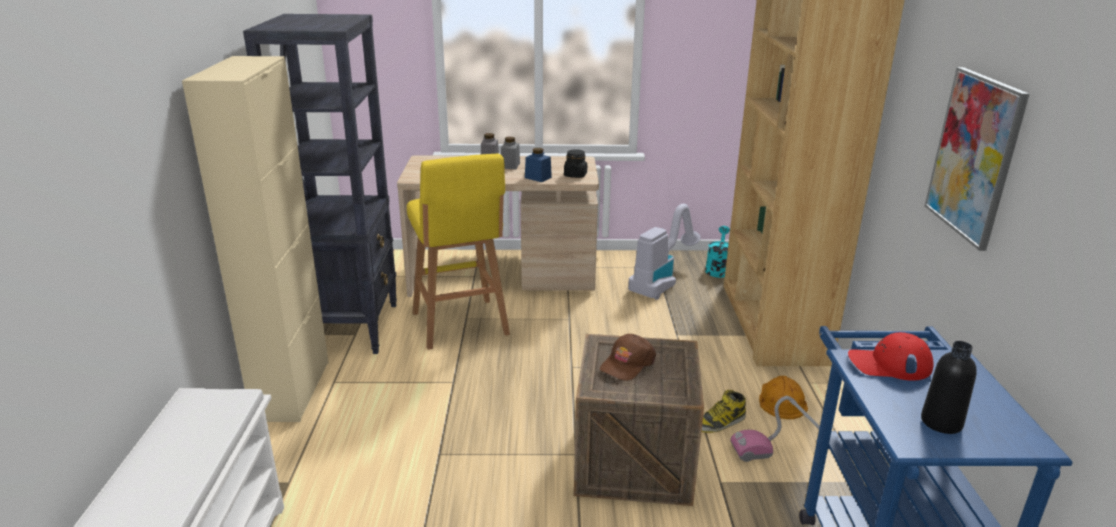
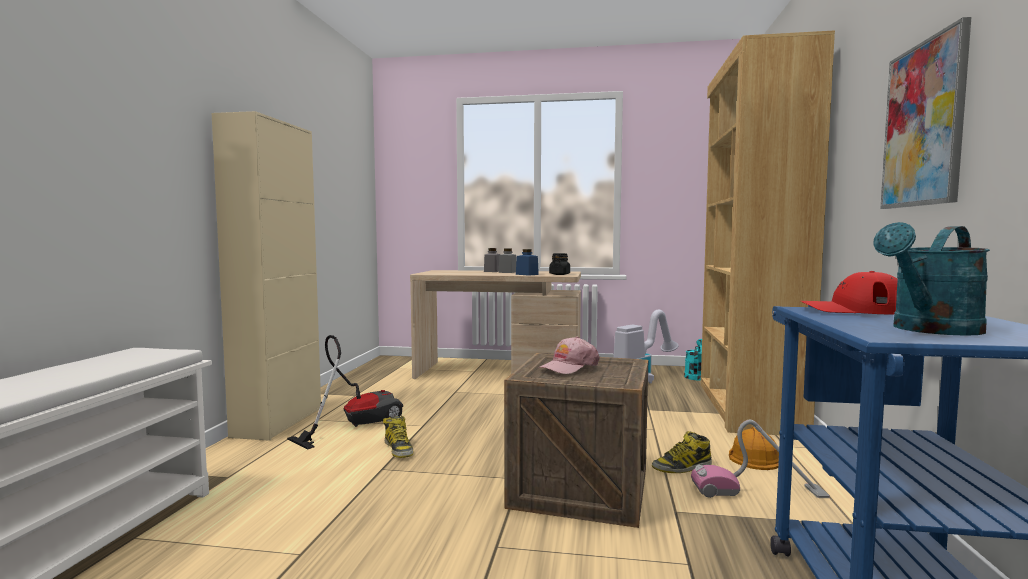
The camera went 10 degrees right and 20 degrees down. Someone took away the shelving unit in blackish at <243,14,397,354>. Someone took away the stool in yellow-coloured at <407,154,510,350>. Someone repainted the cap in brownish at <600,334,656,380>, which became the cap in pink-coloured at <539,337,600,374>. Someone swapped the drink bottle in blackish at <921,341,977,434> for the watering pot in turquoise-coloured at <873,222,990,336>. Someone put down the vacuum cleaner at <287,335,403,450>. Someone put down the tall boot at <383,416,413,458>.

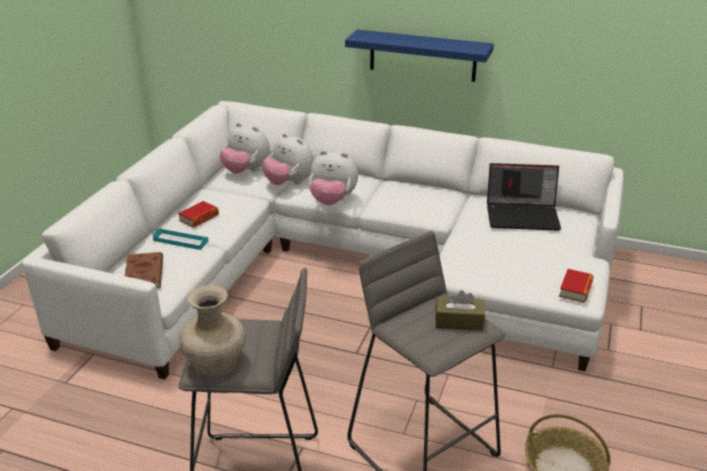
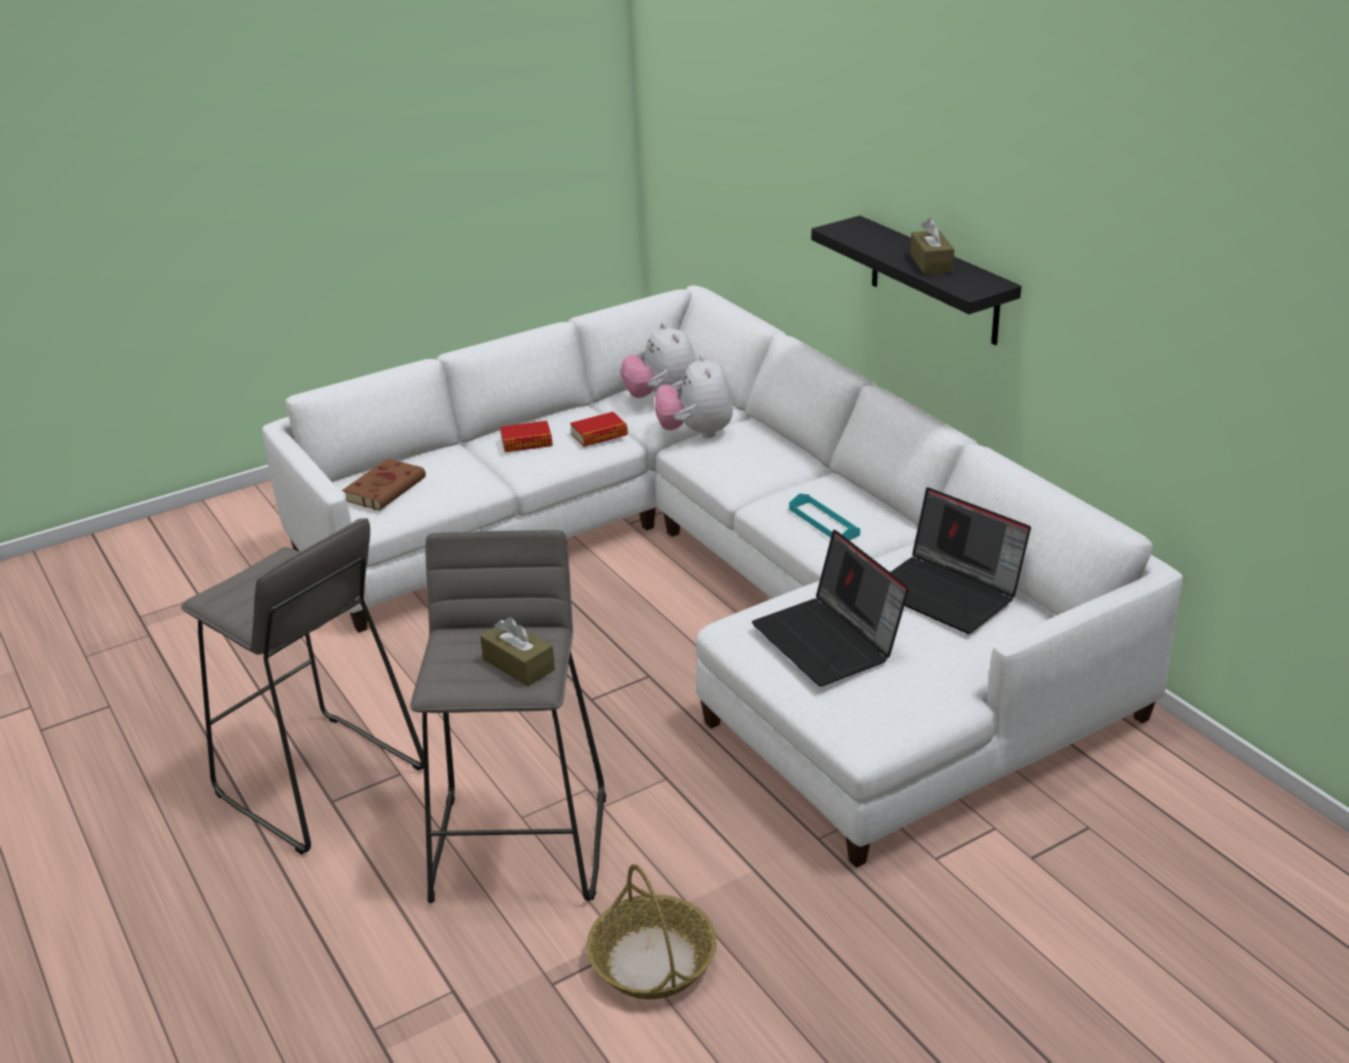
The camera went 40 degrees right and 0 degrees up. Someone repainted the shelf in bluish at <345,29,494,82>, which became the shelf in blackish at <811,216,1021,345>. Someone took away the plush toy at <309,150,358,205>. Someone carried the tray in turquoise-coloured from <153,228,208,250> to <789,493,860,540>. Someone carried the volume from <559,269,594,303> to <570,412,628,447>. Someone took away the flower vase in beige at <179,285,246,377>. Someone put down the tissue box in brownish at <910,218,954,274>. Someone put down the notebook computer at <752,530,909,686>.

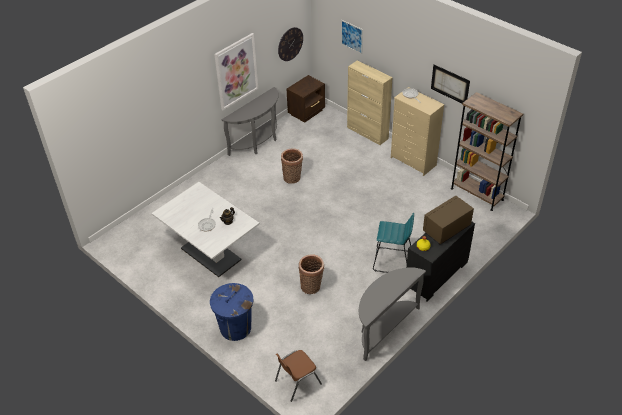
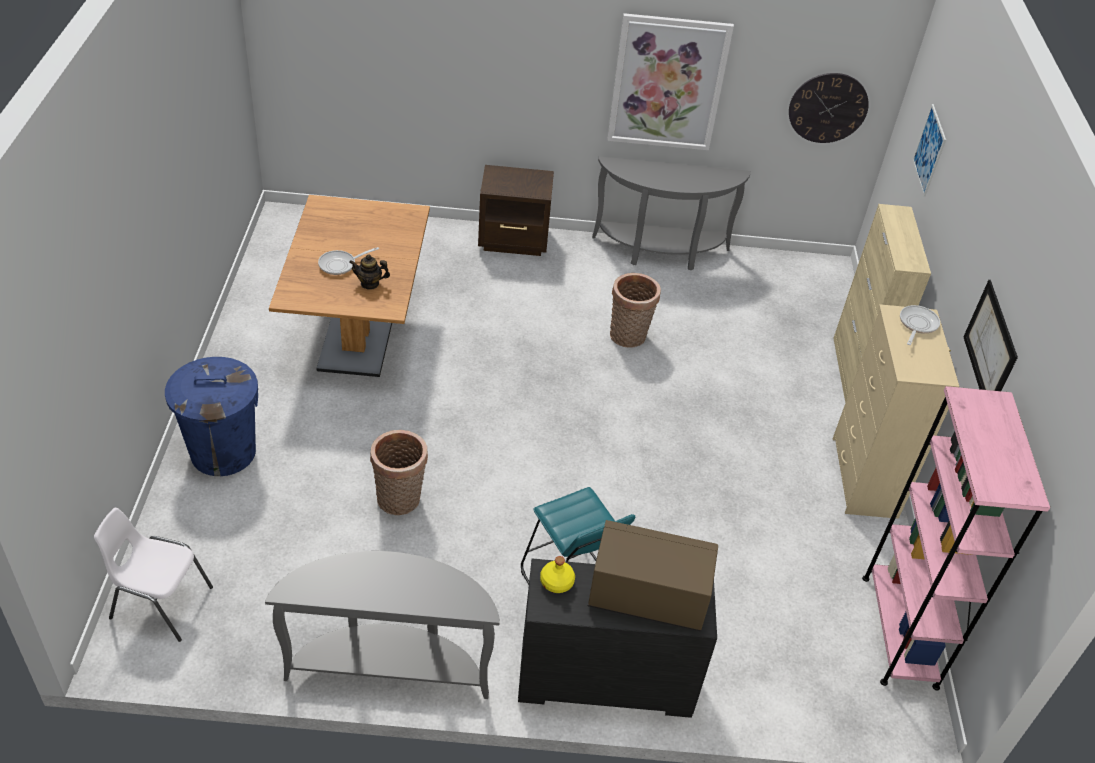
The camera went 45 degrees right and 0 degrees up. Someone carried the bedside table in brownish from <287,75,325,123> to <478,165,554,256>. Someone repainted the shelving unit in brownish at <451,92,523,211>, which became the shelving unit in pink-coloured at <862,386,1050,690>. Someone repainted the kitchen table in whitish at <151,182,260,277>, which became the kitchen table in brownish at <269,195,430,377>. Someone repainted the upright chair in brownish at <275,350,322,402>, which became the upright chair in whitish at <94,508,213,642>.

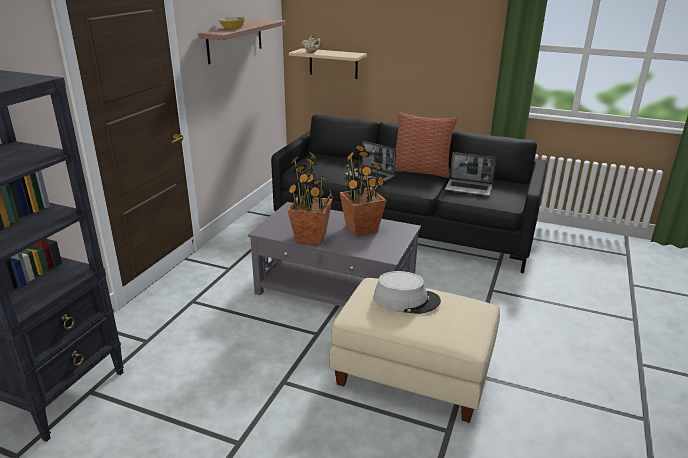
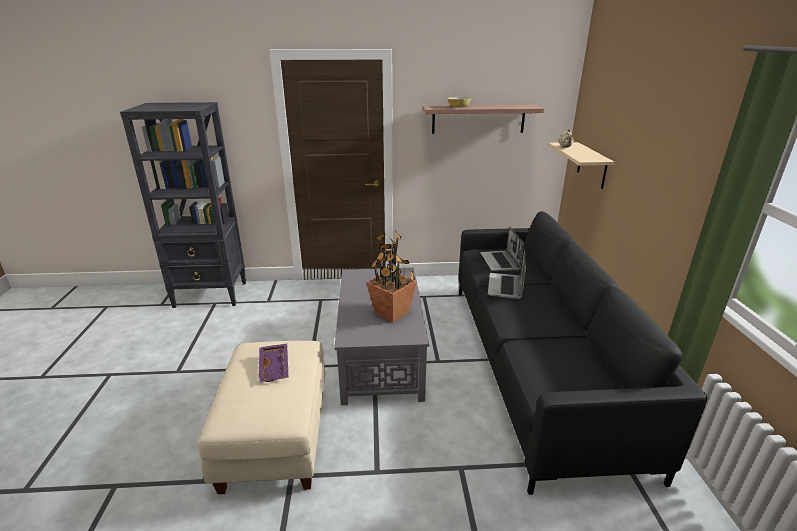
The camera went 65 degrees right and 0 degrees up. Someone took away the throw pillow at <395,112,457,178>. Someone took away the potted plant at <287,151,333,245>. Someone carried the notebook computer from <445,152,496,196> to <480,227,524,271>. Someone swapped the hat in grey at <373,271,441,314> for the tray in purple-coloured at <258,344,288,382>.

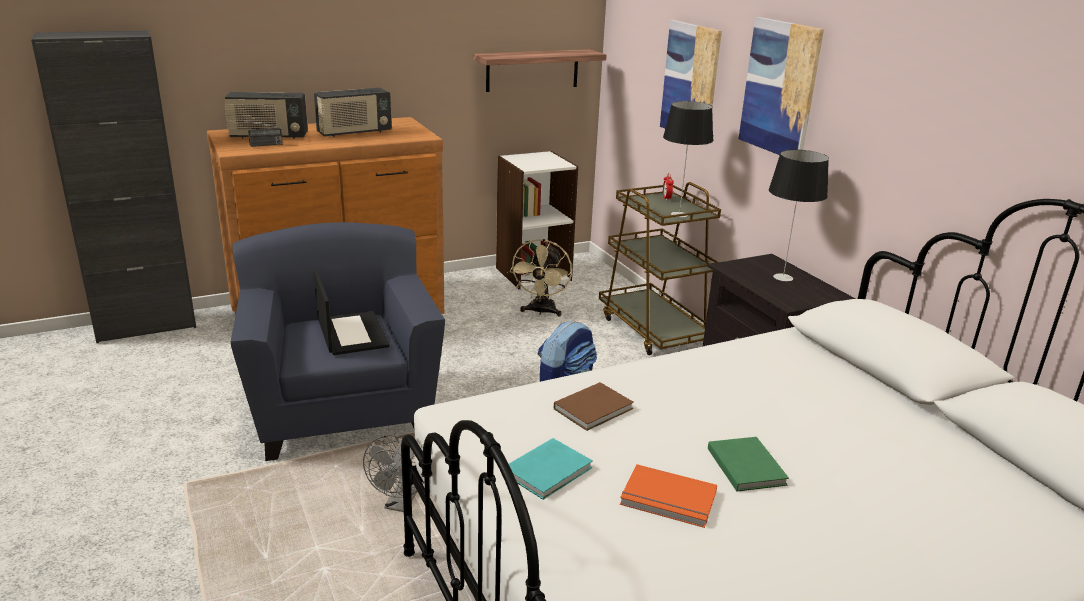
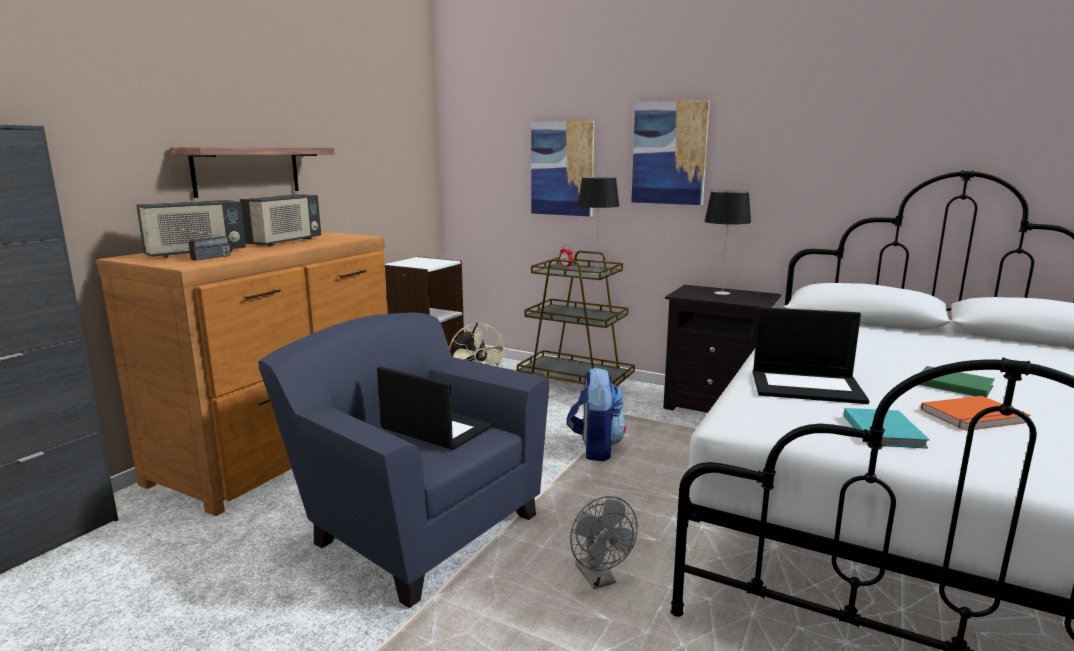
The camera went 35 degrees left and 10 degrees down. Someone carried the shelf from <473,49,607,92> to <169,147,334,198>. Someone swapped the volume in brownish at <554,382,634,431> for the notebook computer at <753,307,869,404>.

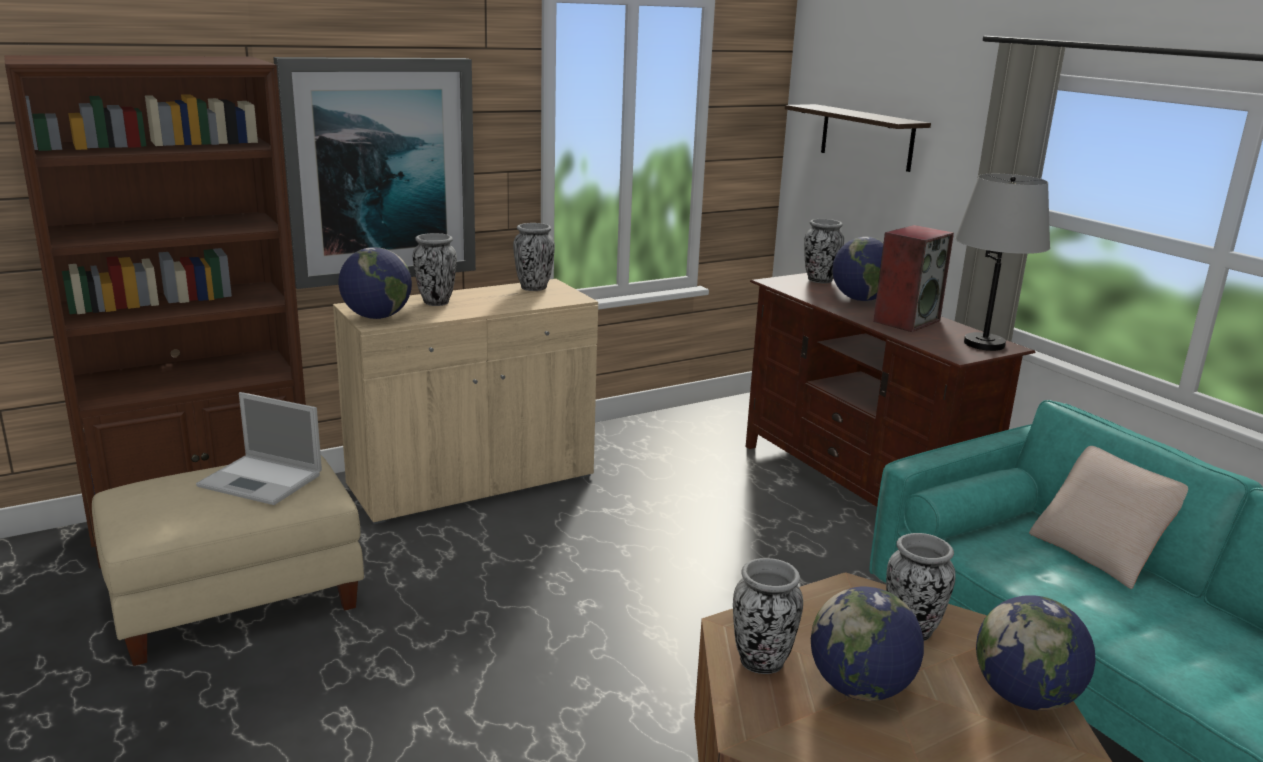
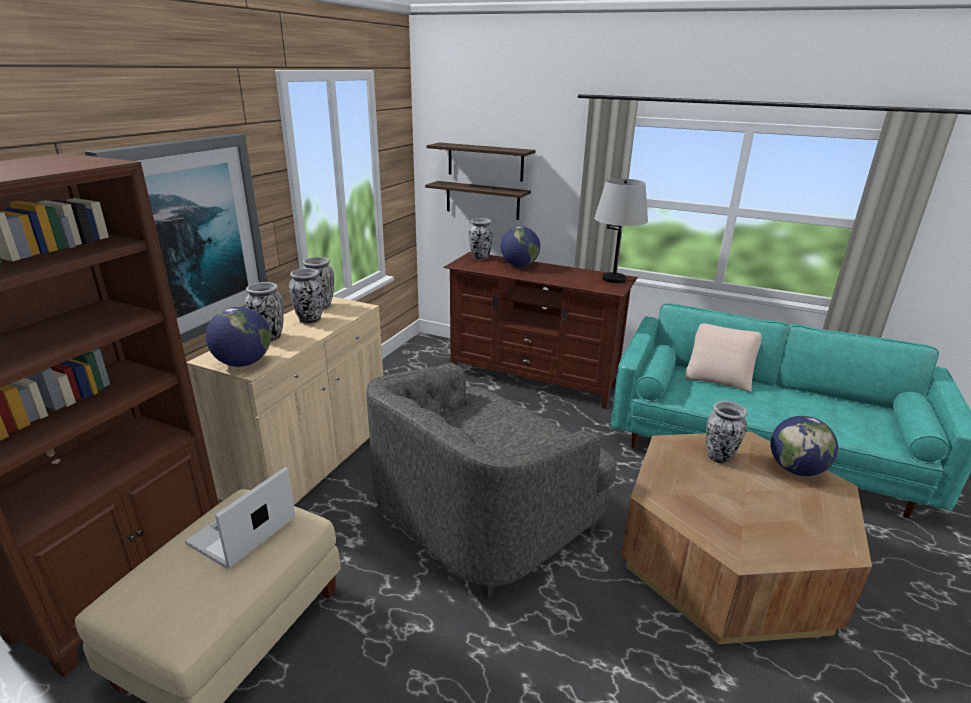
The camera went 35 degrees left and 5 degrees up. Someone took away the audio speaker at <873,225,954,332>. Someone rotated the notebook computer at <196,392,322,505> by 135 degrees clockwise. Someone carried the flower vase from <733,558,803,674> to <289,268,324,324>. Someone took away the world globe at <811,587,924,701>. Someone put up the shelf at <425,181,531,220>. Someone put down the lounge chair in grey at <366,362,617,599>.

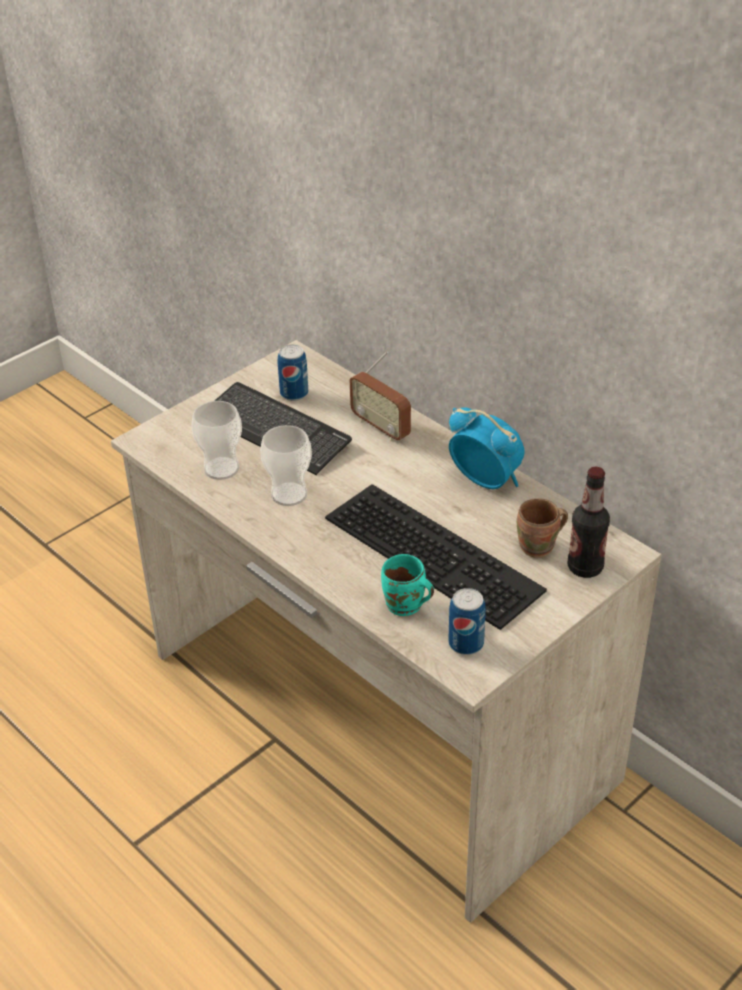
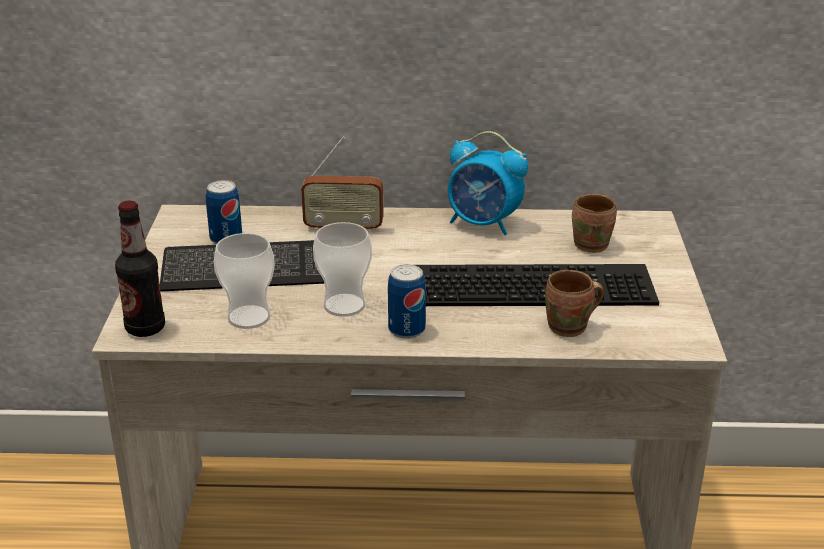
The camera went 45 degrees left and 10 degrees down. Someone rotated the table clock at <449,408,525,489> by 150 degrees counterclockwise. Someone carried the drink bottle from <568,467,610,578> to <115,201,165,337>. Someone repainted the tea mug in turquoise-coloured at <381,554,434,616>, which became the tea mug in brownish at <545,270,604,337>. Someone carried the sealed can from <448,588,486,655> to <388,264,426,339>.

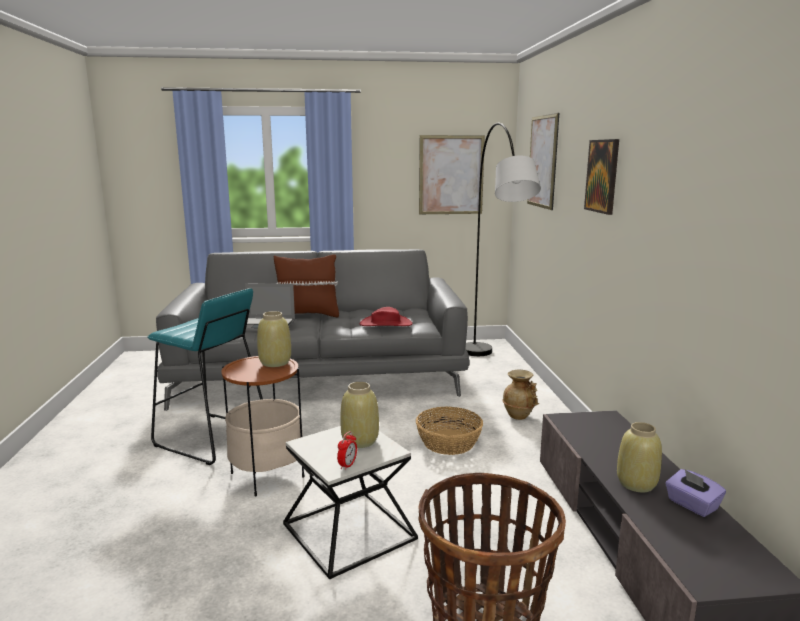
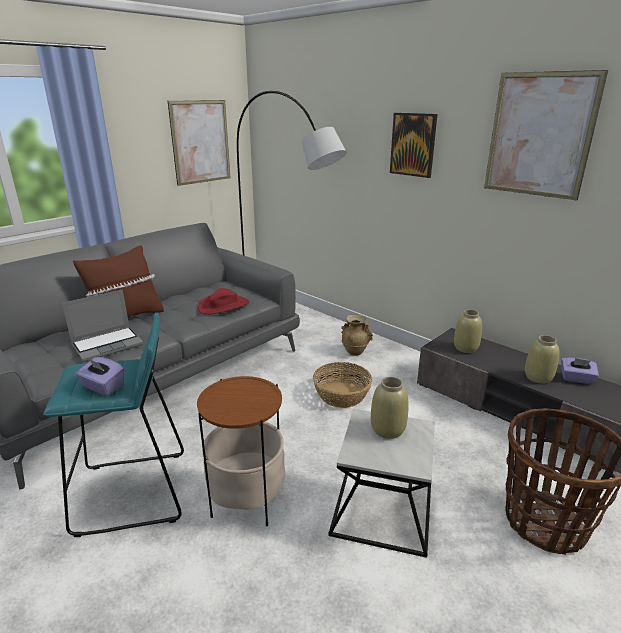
The camera went 40 degrees left and 10 degrees up. Someone carried the wall art from <527,113,559,210> to <484,70,608,200>. Someone carried the flower vase in beige from <257,311,291,367> to <454,310,482,353>. Someone took away the table clock at <337,431,357,470>. Someone put down the tissue box in purple-coloured at <76,357,125,396>.

